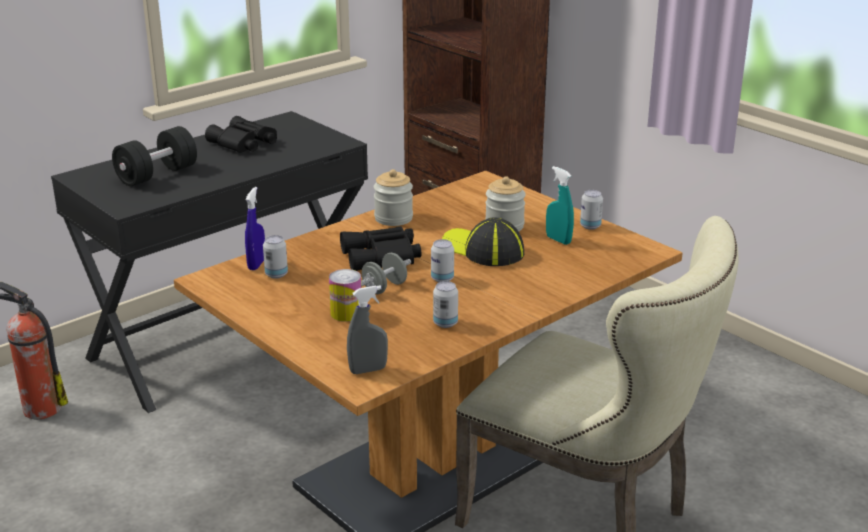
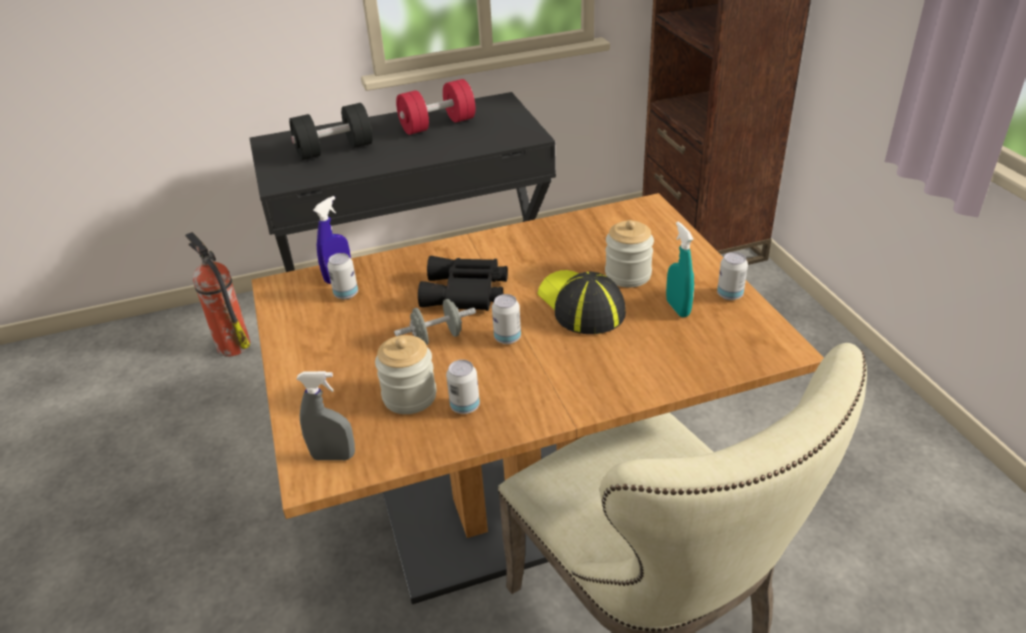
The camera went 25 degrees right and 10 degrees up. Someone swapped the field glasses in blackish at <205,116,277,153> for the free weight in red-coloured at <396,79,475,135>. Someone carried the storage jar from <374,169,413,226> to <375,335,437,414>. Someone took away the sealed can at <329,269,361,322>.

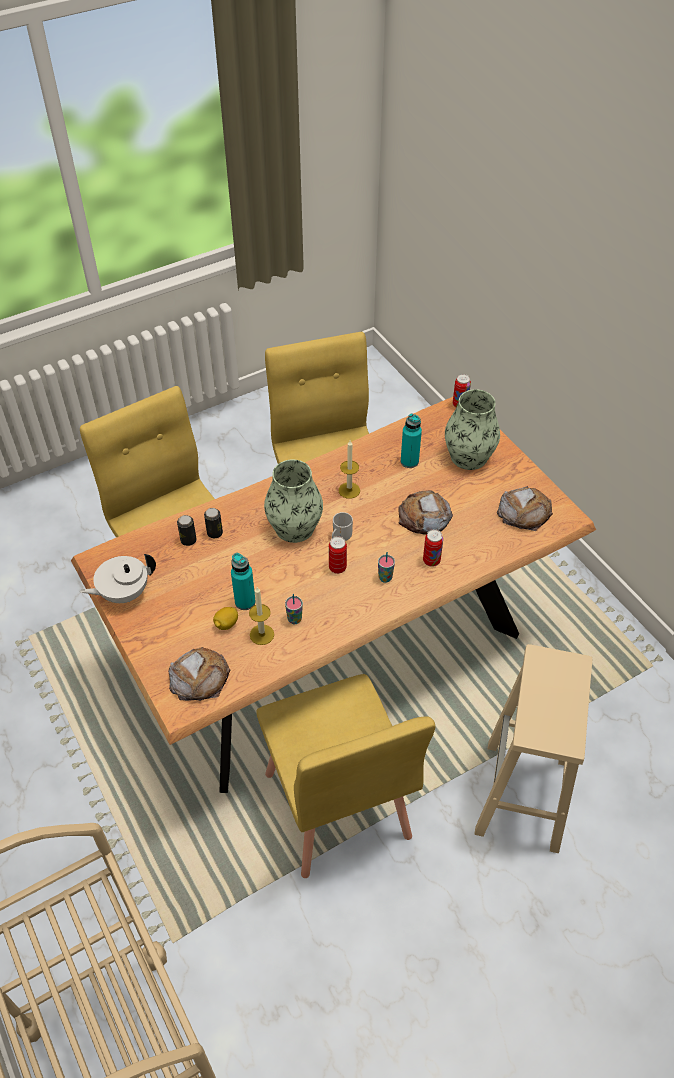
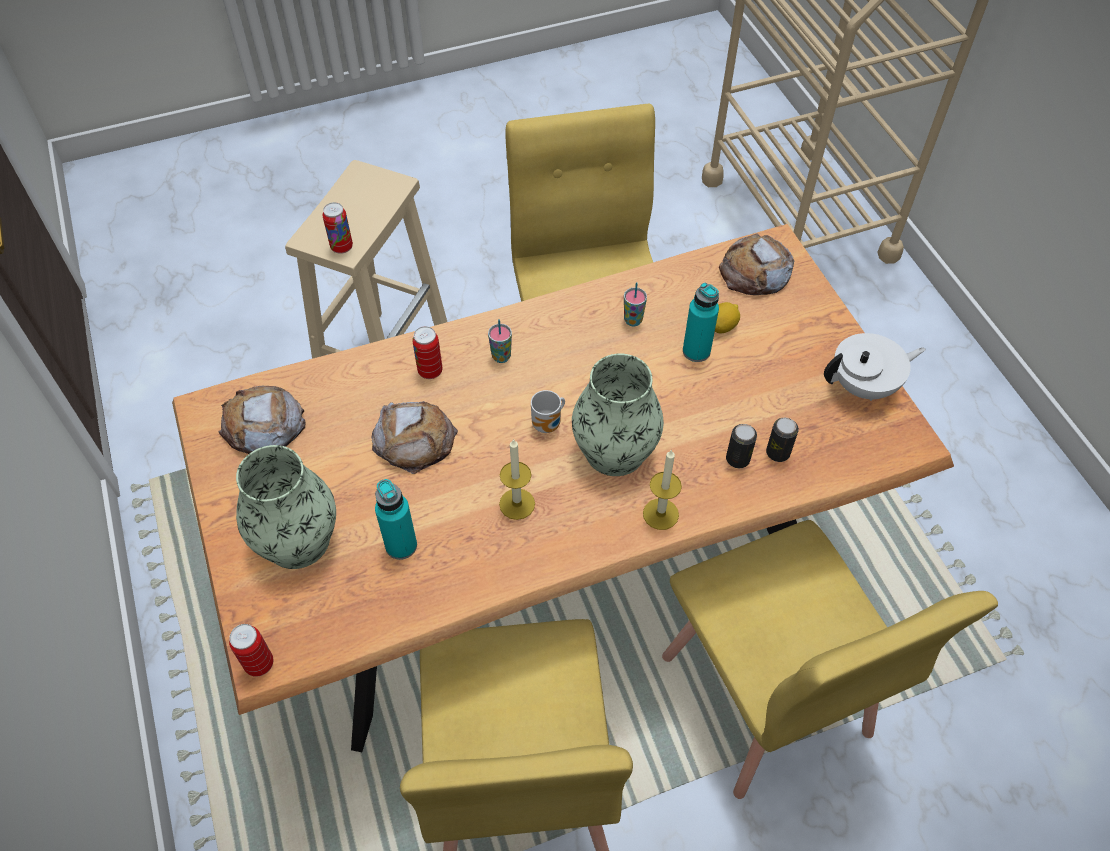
The camera went 170 degrees left and 5 degrees up. Someone carried the sealed can from <329,536,347,574> to <323,202,353,254>. Someone carried the wax candle from <249,587,274,645> to <643,449,682,530>.

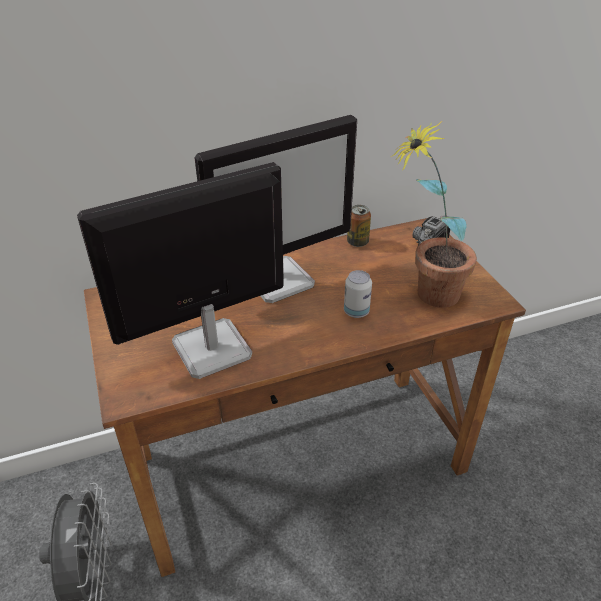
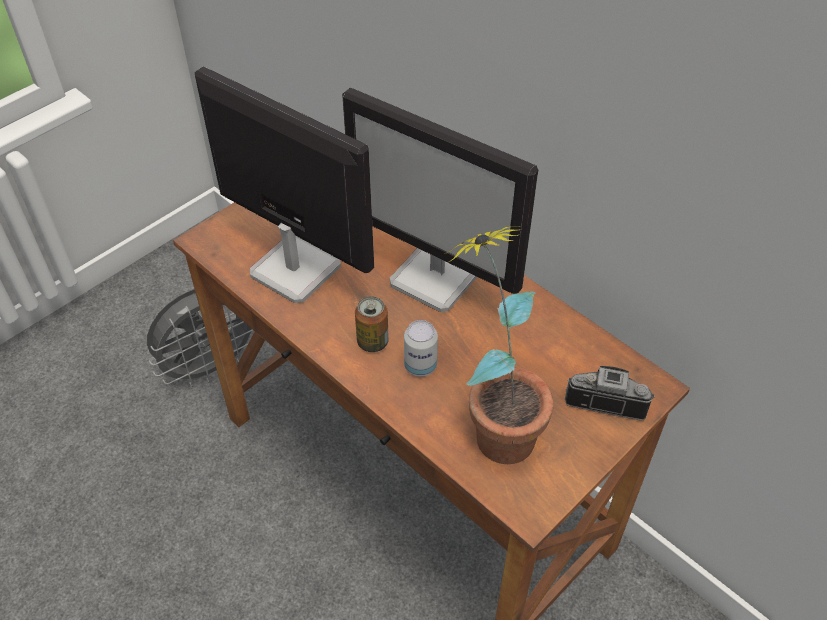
The camera went 65 degrees right and 10 degrees up. Someone carried the sealed can from <347,205,371,247> to <355,296,389,352>.

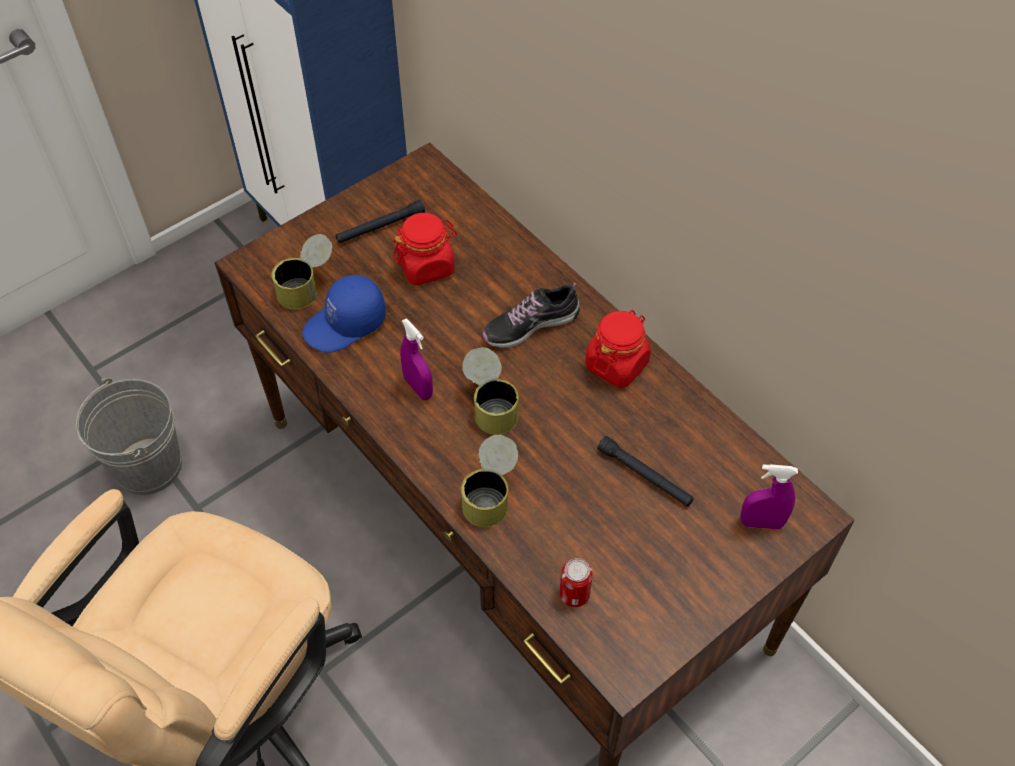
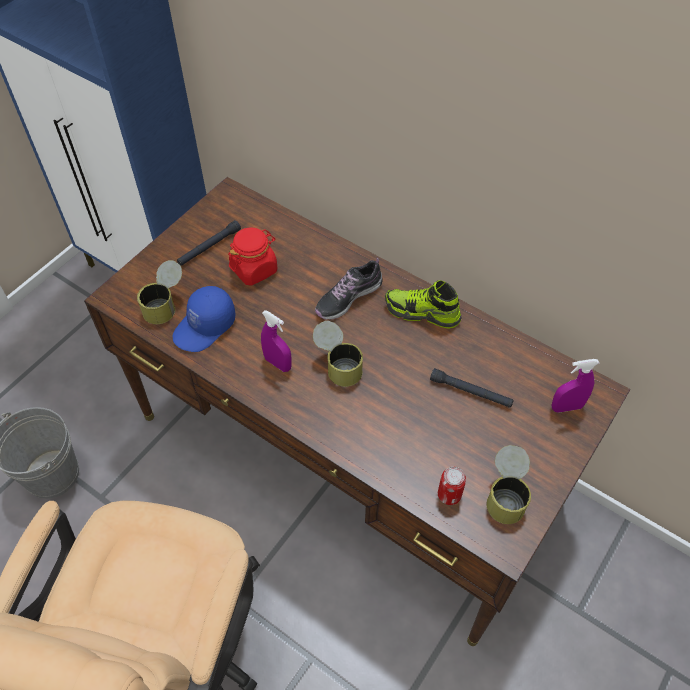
The camera went 15 degrees left and 0 degrees up. Someone swapped the storage jar in red-coloured at <585,310,651,388> for the low shoe at <385,280,461,329>. Someone carried the sealed can from <461,435,518,527> to <487,445,531,524>.

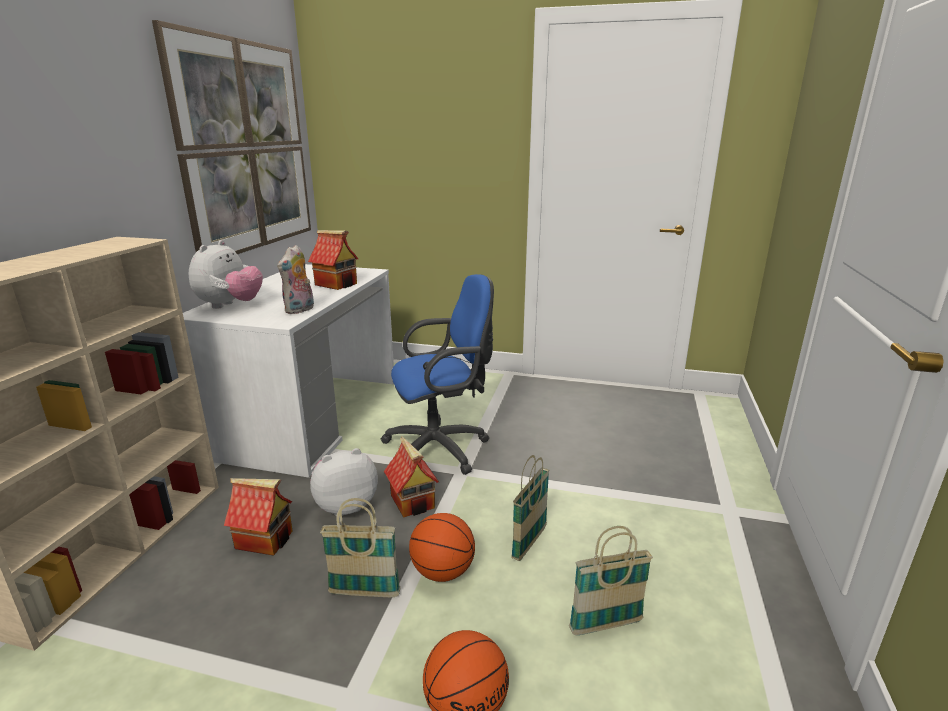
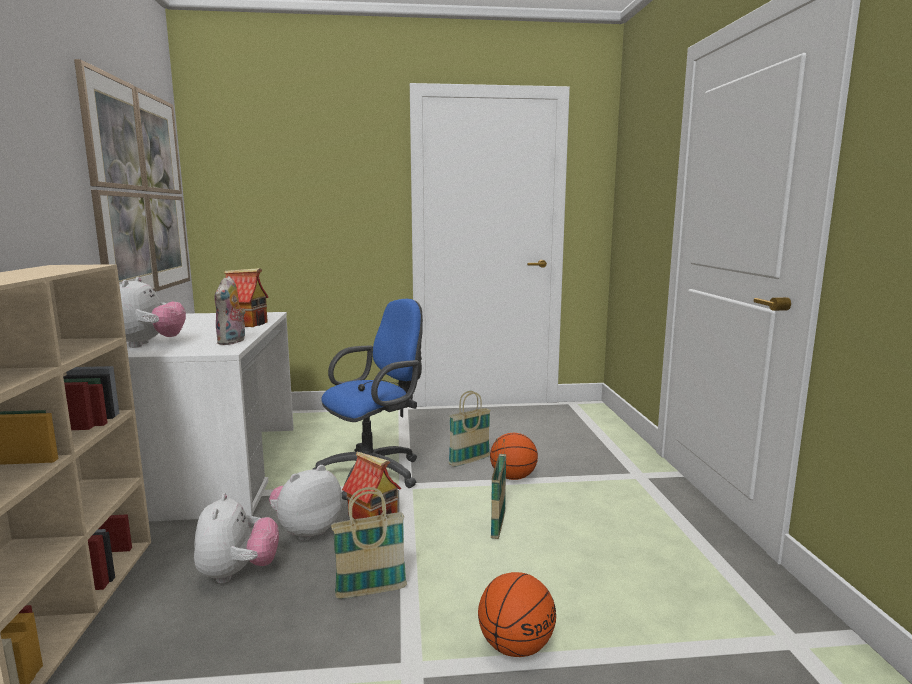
The camera went 20 degrees left and 10 degrees down. Someone swapped the model house at <224,478,293,556> for the plush toy at <194,493,279,584>. Someone carried the basketball ball from <409,513,475,582> to <490,433,538,480>. Someone carried the storage basket from <569,526,653,635> to <449,391,491,467>.

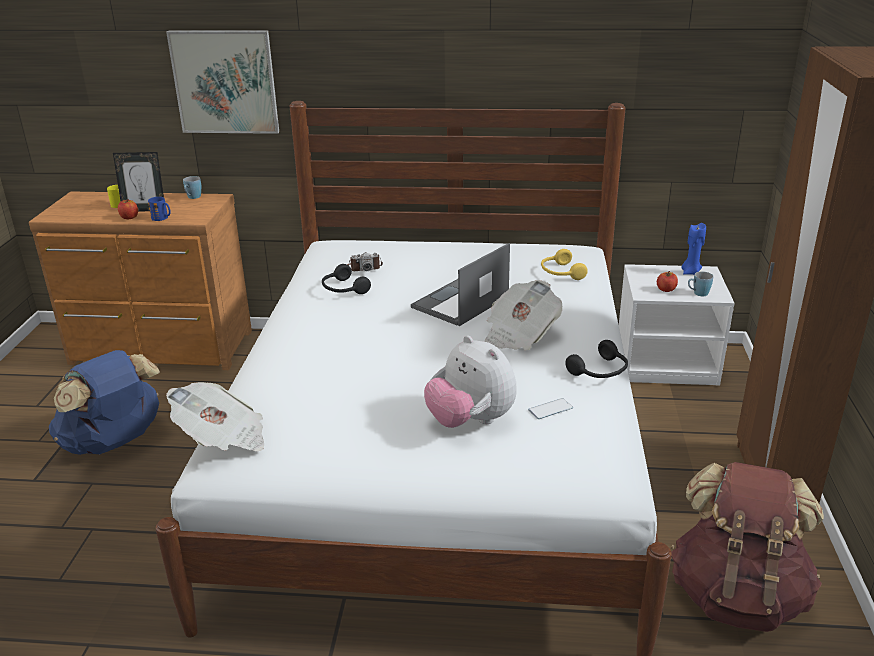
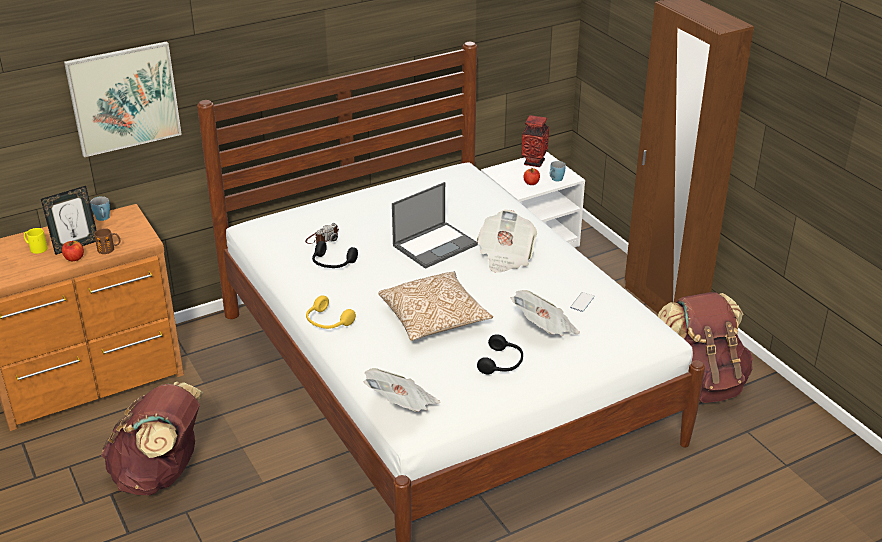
The camera went 35 degrees left and 5 degrees up. Someone repainted the tea mug in bluish at <148,197,171,221>, which became the tea mug in brownish at <94,229,120,254>. Someone swapped the wax candle in bluish at <681,223,706,275> for the flower vase at <522,115,549,167>. Someone rotated the notebook computer at <411,243,510,326> by 135 degrees counterclockwise. Someone carried the headset in yellow-coloured from <541,249,588,280> to <306,295,356,329>. Someone swapped the plush toy at <424,335,517,428> for the printed paper at <511,290,580,336>. Someone carried the headset in blackish from <565,340,628,378> to <477,334,523,374>. Someone repainted the knapsack in bluish at <49,350,160,455>, which became the knapsack in brownish at <101,382,203,495>. Someone put down the throw pillow at <378,272,493,341>.

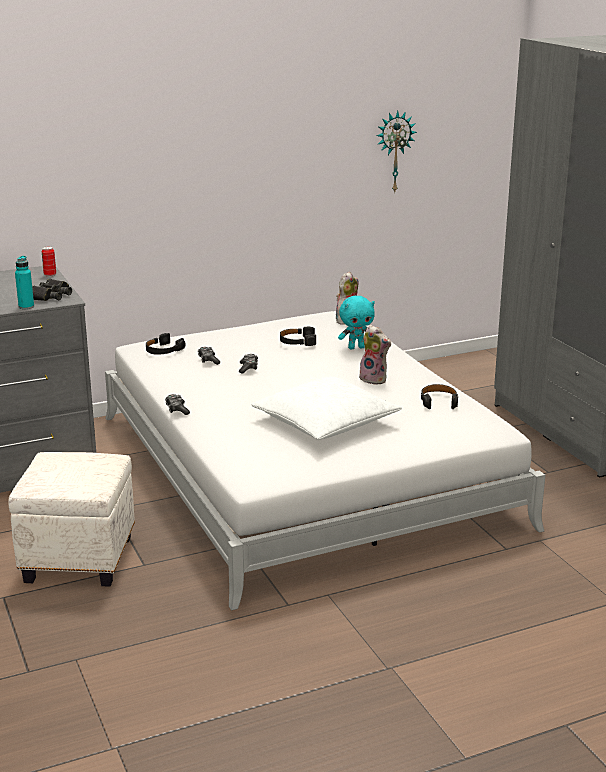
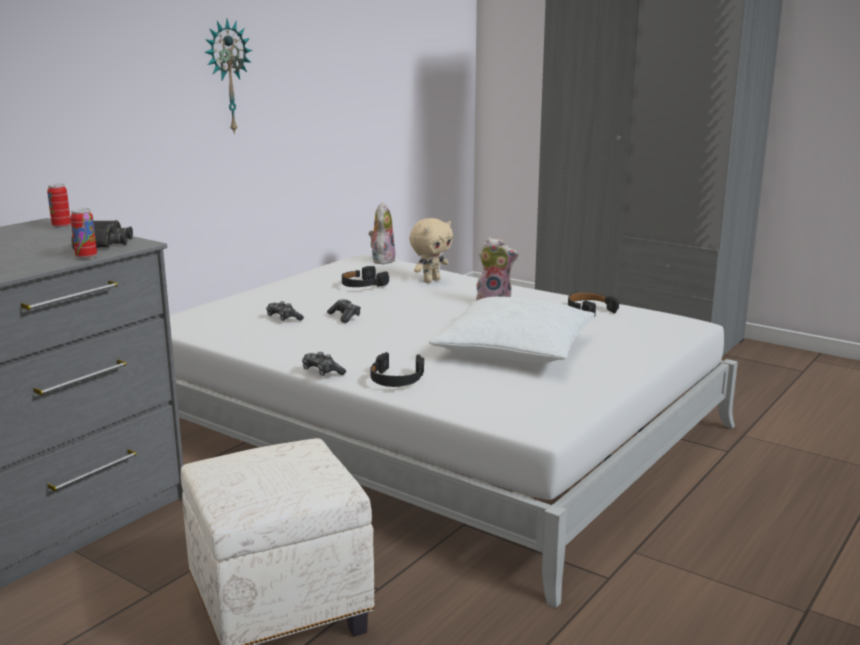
The camera went 30 degrees left and 5 degrees down. Someone carried the wall clock from <376,110,417,194> to <205,19,252,135>. Someone swapped the drink bottle in turquoise-coloured at <15,256,34,309> for the sealed can at <70,208,97,259>. Someone repainted the plush toy in turquoise-coloured at <338,296,375,349>, which became the plush toy in beige at <409,218,453,283>. Someone carried the headset in blackish from <146,333,185,355> to <370,352,424,387>.

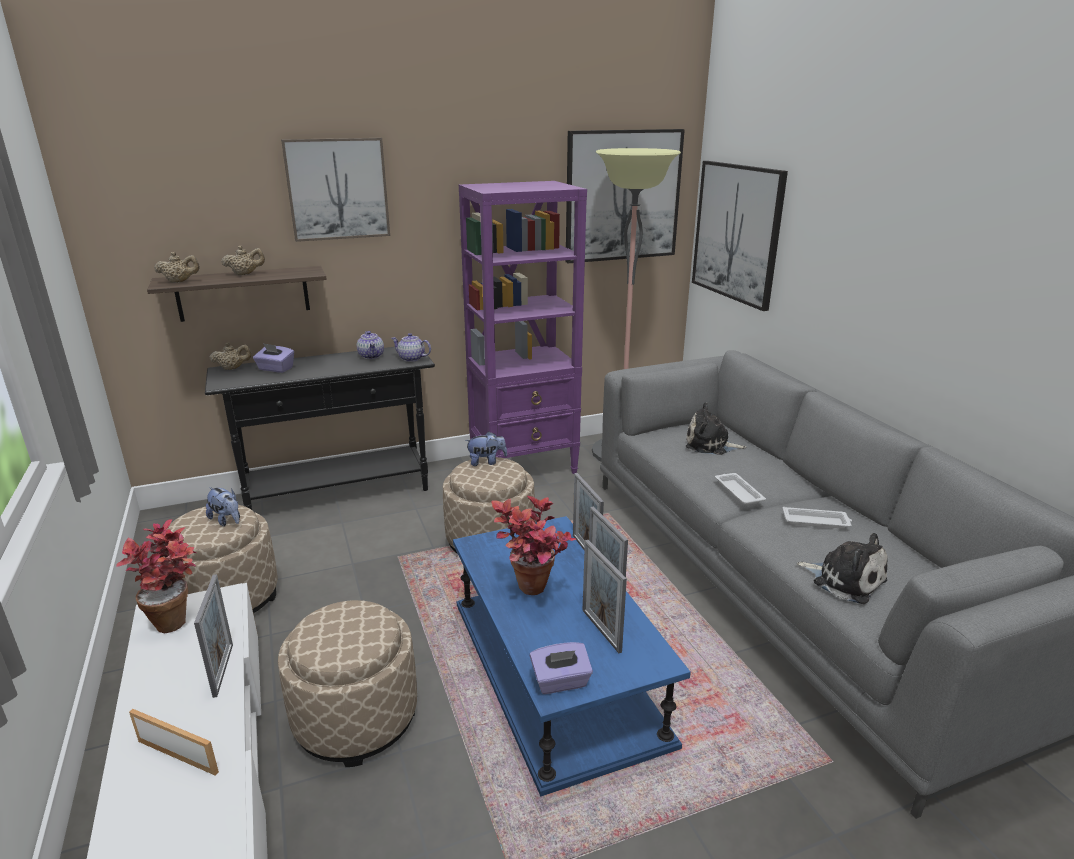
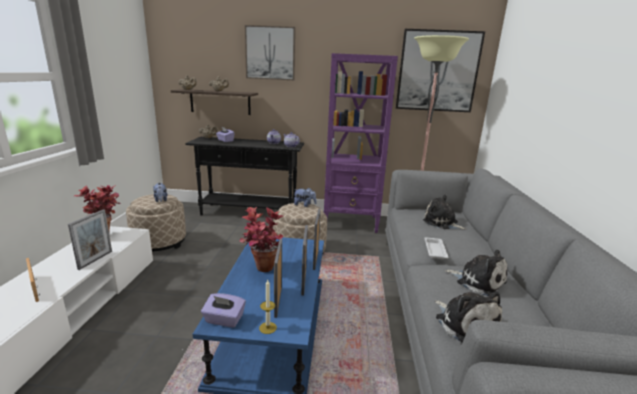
The camera went 25 degrees right and 5 degrees down. Someone took away the wall art at <692,161,788,311>. Someone swapped the tray in whitish at <782,507,852,529> for the plush toy at <445,250,507,296>. Someone took away the pouffe in beige at <278,600,417,767>. Someone put down the wax candle at <259,280,277,334>.

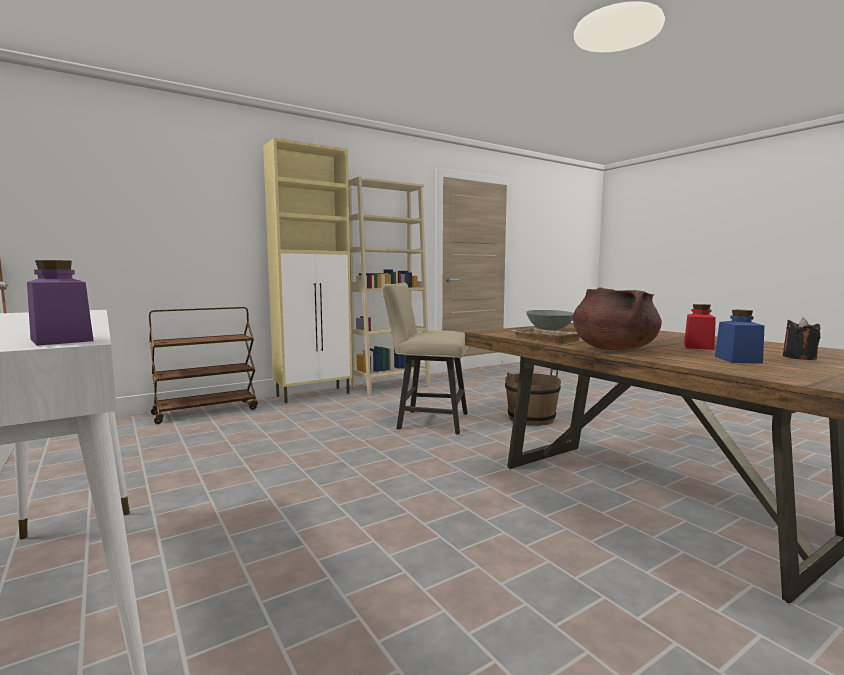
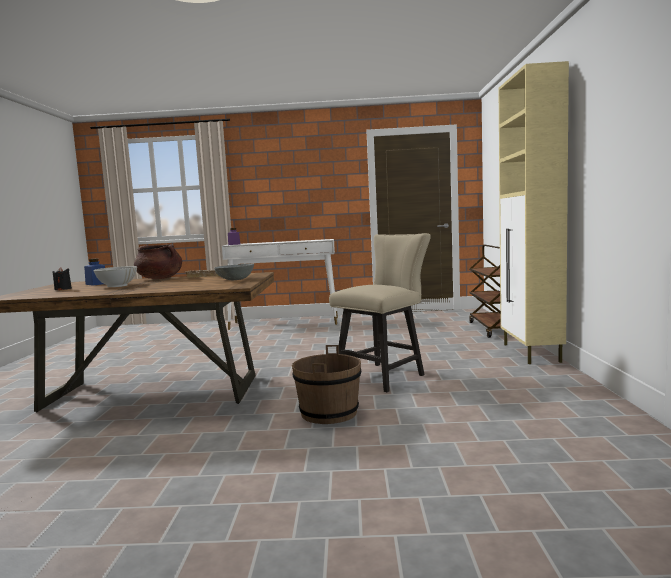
The camera went 125 degrees right and 0 degrees up. Someone took away the shelving unit in beige at <348,176,430,395>. Someone swapped the storage jar in red-coloured at <684,304,716,350> for the deep dish in whitish at <93,266,137,287>.

